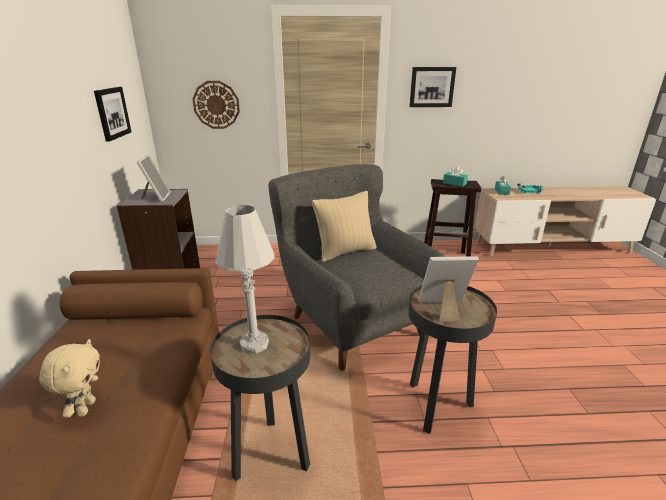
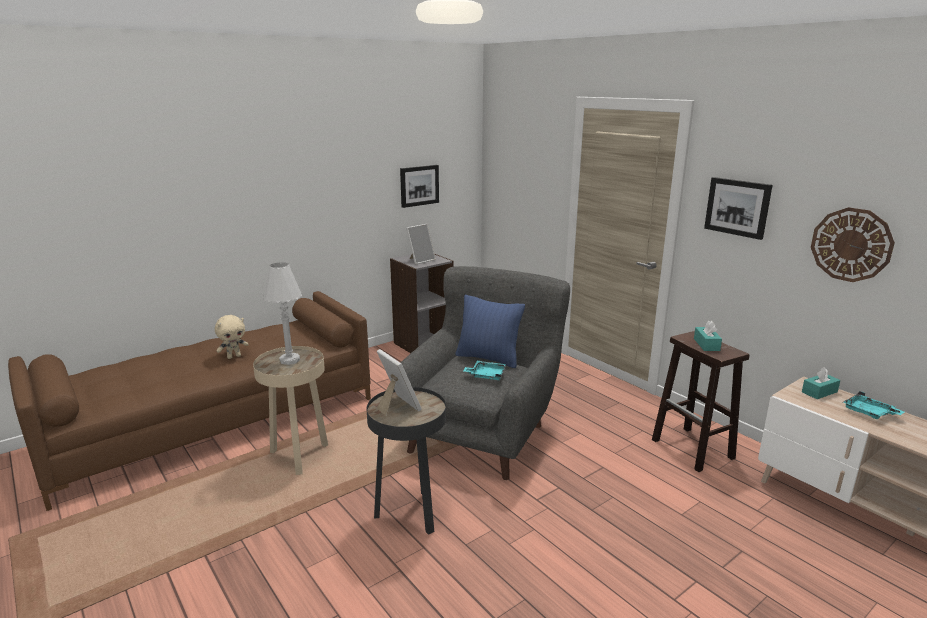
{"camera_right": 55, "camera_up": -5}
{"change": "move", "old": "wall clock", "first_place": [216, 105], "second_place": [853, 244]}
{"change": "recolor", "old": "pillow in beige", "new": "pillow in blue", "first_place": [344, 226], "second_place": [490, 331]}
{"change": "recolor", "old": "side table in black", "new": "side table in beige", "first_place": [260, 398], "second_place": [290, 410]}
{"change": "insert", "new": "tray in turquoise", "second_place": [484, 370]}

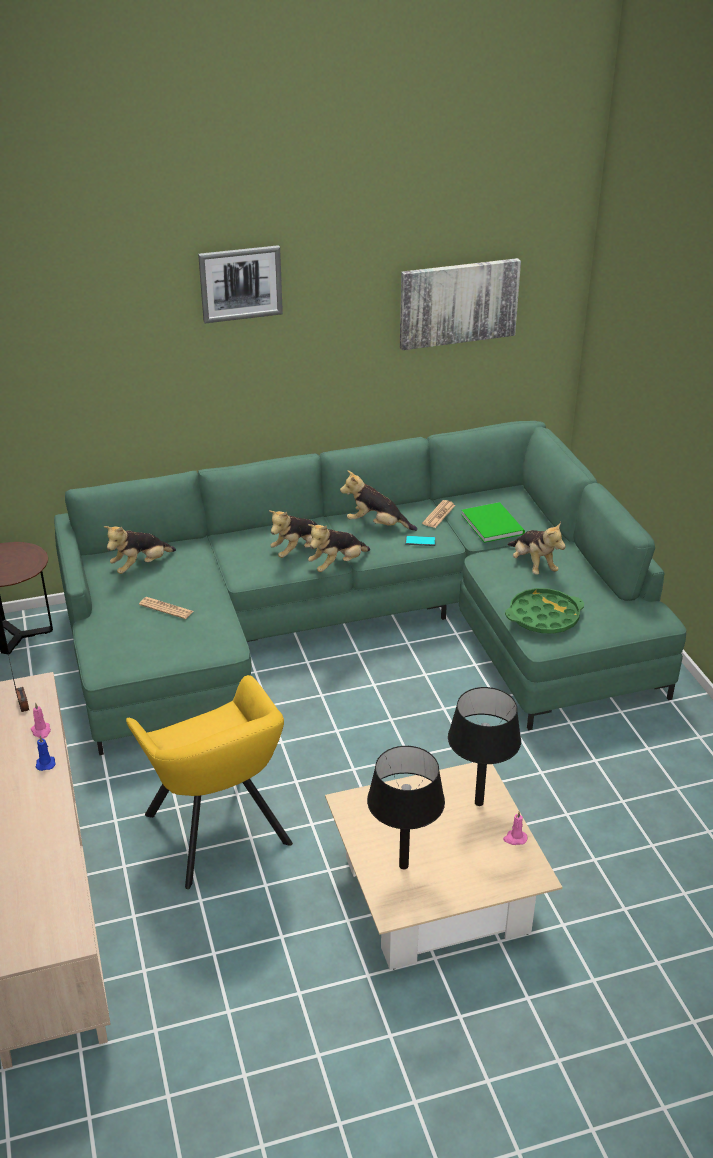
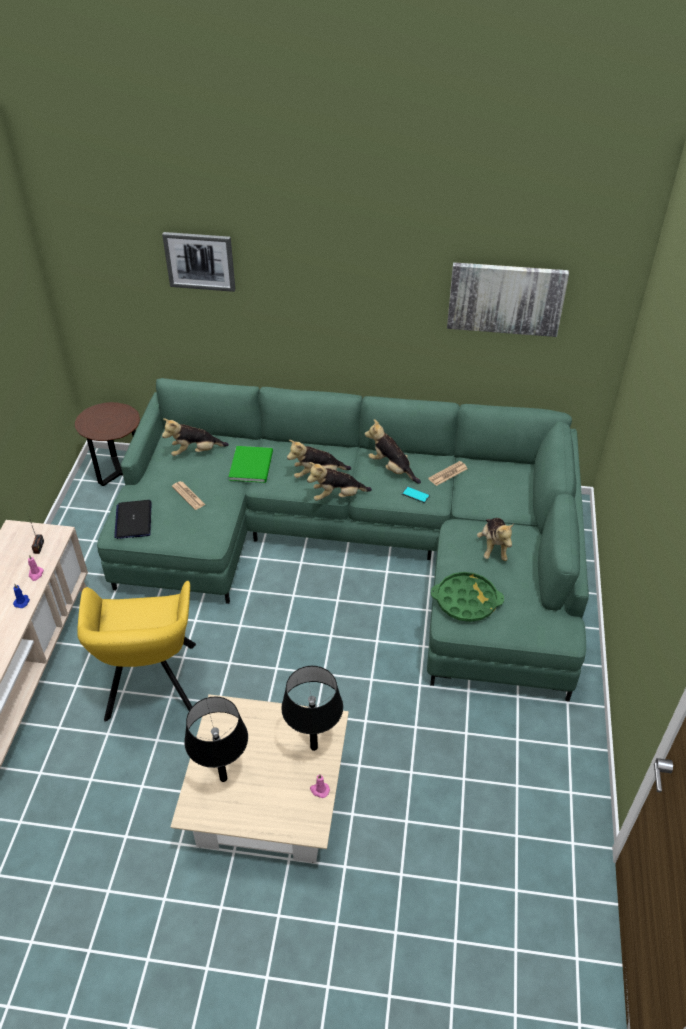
{"camera_right": 25, "camera_up": 10}
{"change": "move", "old": "picture", "first_place": [240, 284], "second_place": [198, 262]}
{"change": "move", "old": "book in green", "first_place": [493, 522], "second_place": [251, 464]}
{"change": "insert", "new": "laptop", "second_place": [133, 519]}

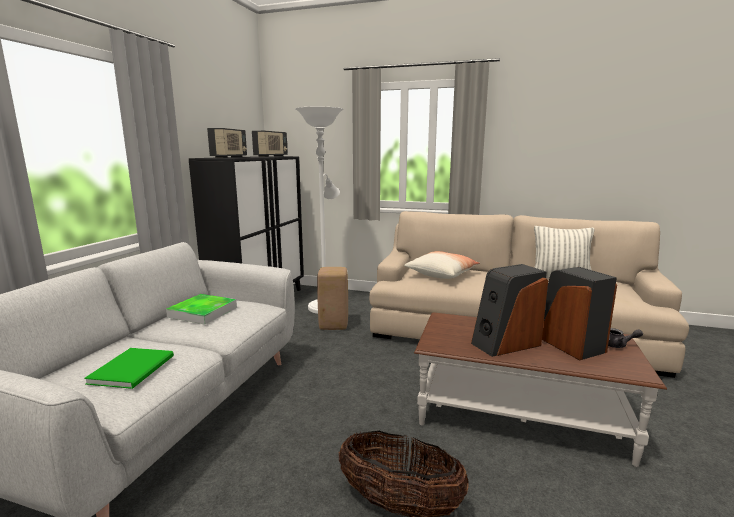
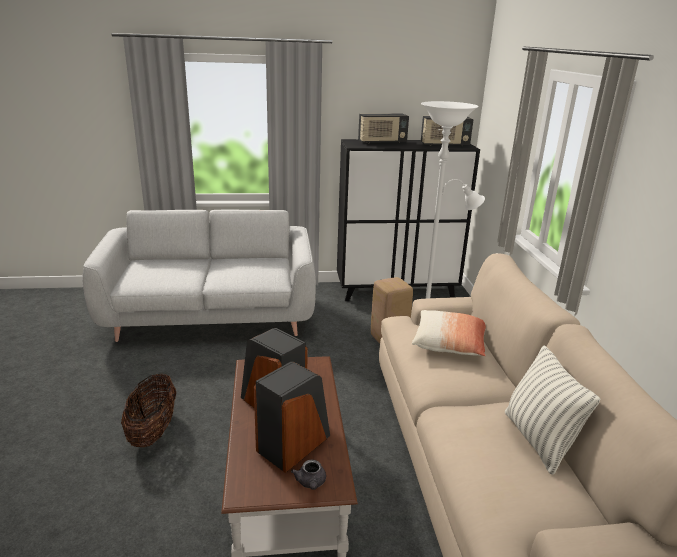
{"camera_right": 65, "camera_up": 10}
{"change": "delete", "old": "tray", "first_place": [201, 309]}
{"change": "delete", "old": "book in green", "first_place": [129, 368]}

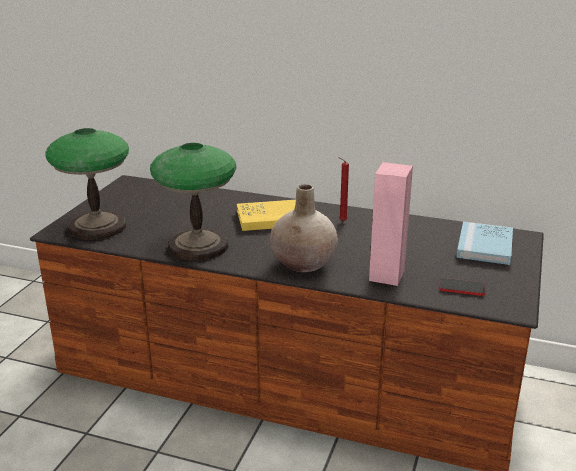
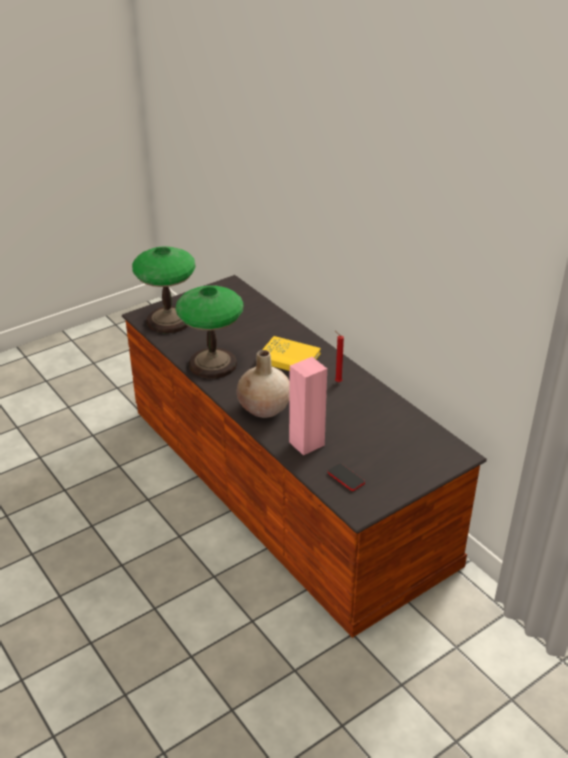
{"camera_right": 35, "camera_up": 10}
{"change": "delete", "old": "book in blue", "first_place": [484, 243]}

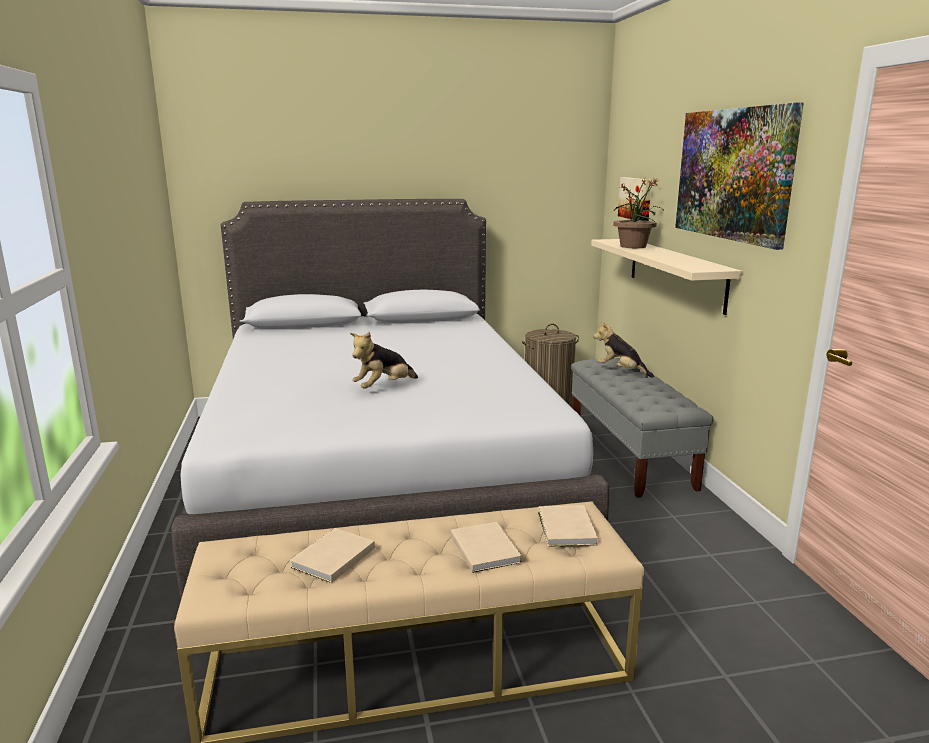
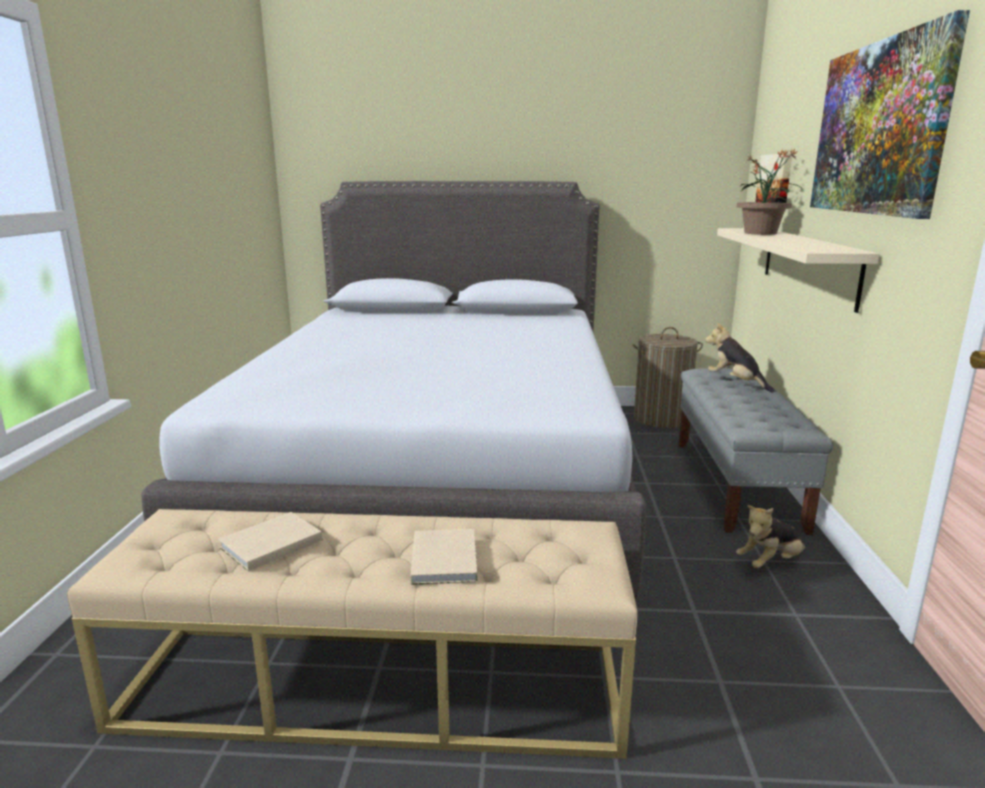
{"camera_right": 15, "camera_up": 0}
{"change": "move", "old": "plush toy", "first_place": [384, 360], "second_place": [770, 536]}
{"change": "delete", "old": "book in beige", "first_place": [568, 526]}

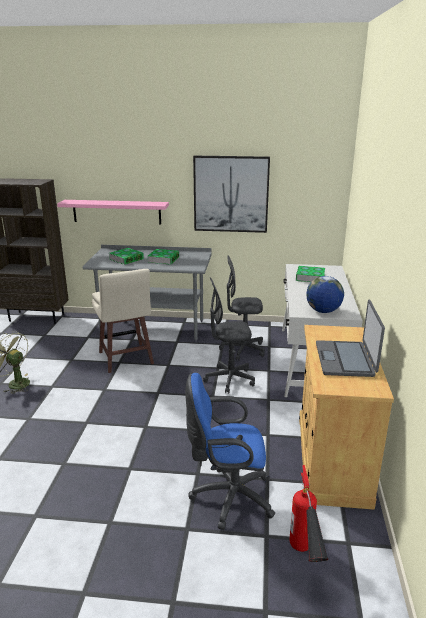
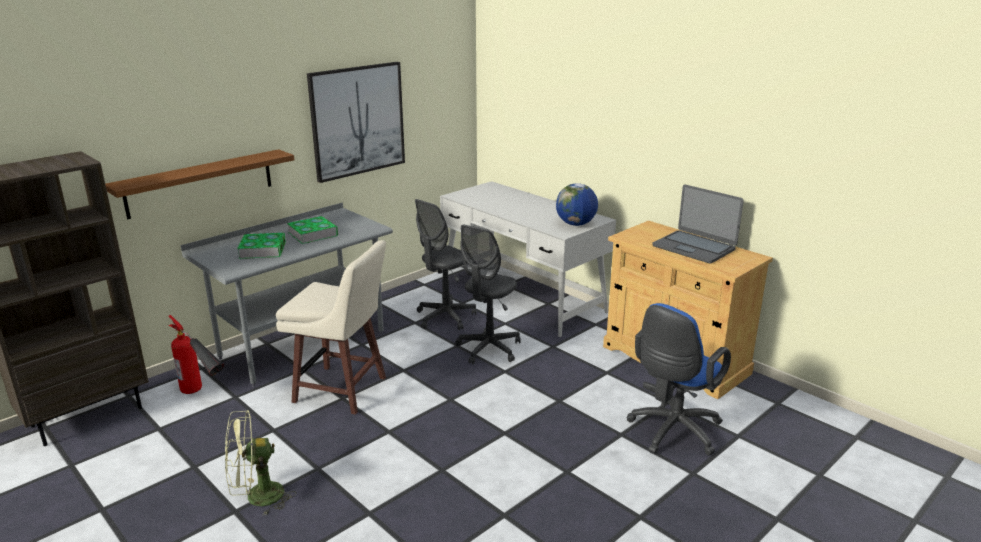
{"camera_right": -50, "camera_up": 0}
{"change": "recolor", "old": "shelf in pink", "new": "shelf in brown", "first_place": [113, 212], "second_place": [199, 184]}
{"change": "delete", "old": "book", "first_place": [310, 274]}
{"change": "move", "old": "fire extinguisher", "first_place": [309, 513], "second_place": [196, 354]}

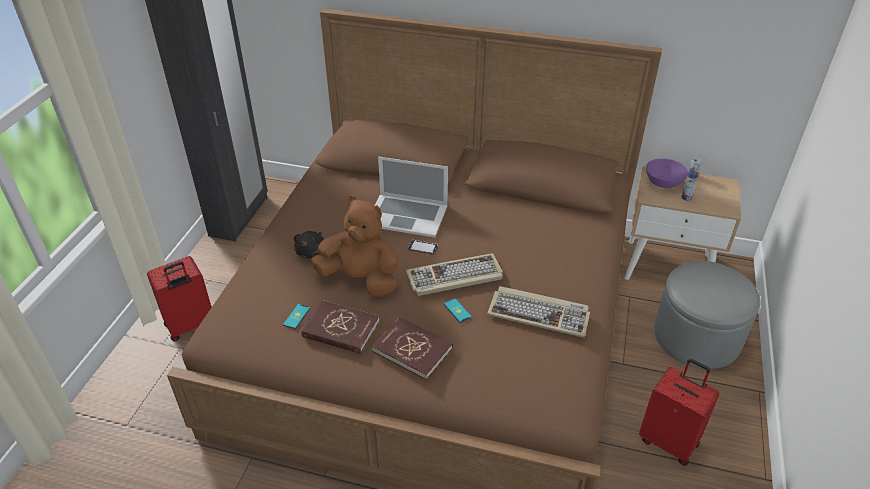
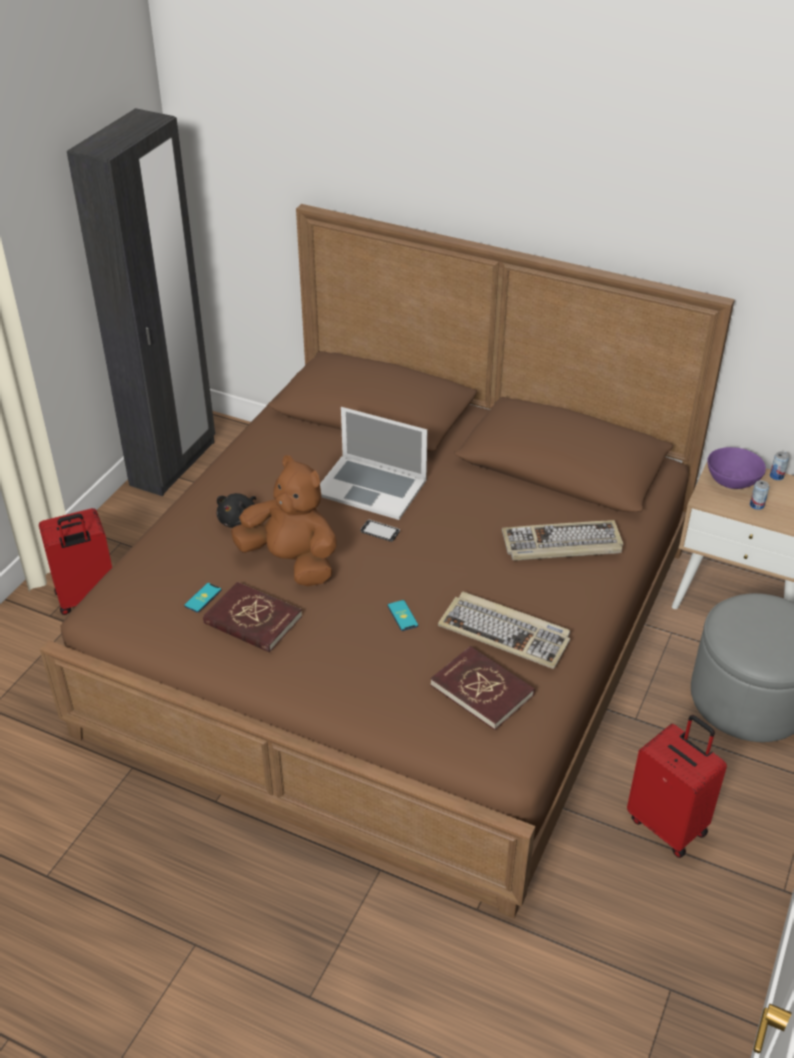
{"camera_right": 10, "camera_up": 0}
{"change": "move", "old": "keyboard", "first_place": [454, 274], "second_place": [562, 540]}
{"change": "move", "old": "book in red", "first_place": [412, 348], "second_place": [482, 688]}

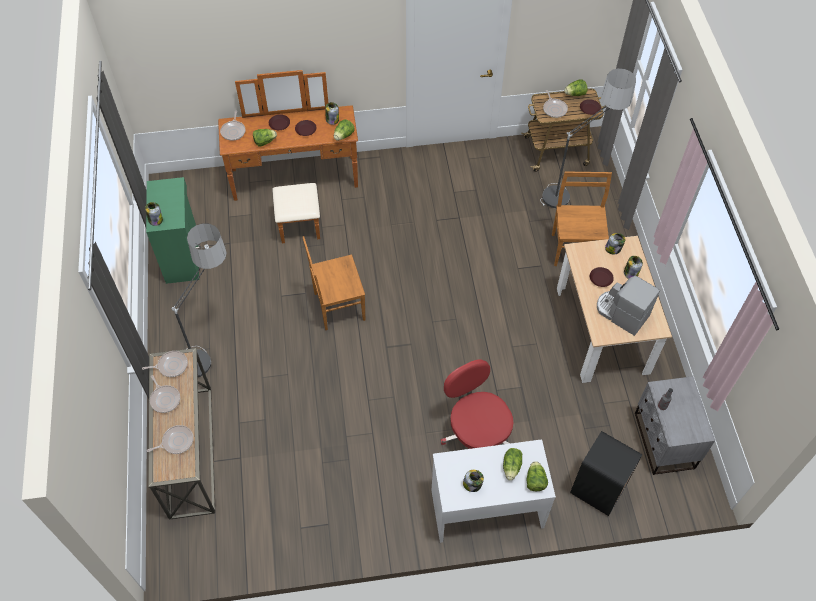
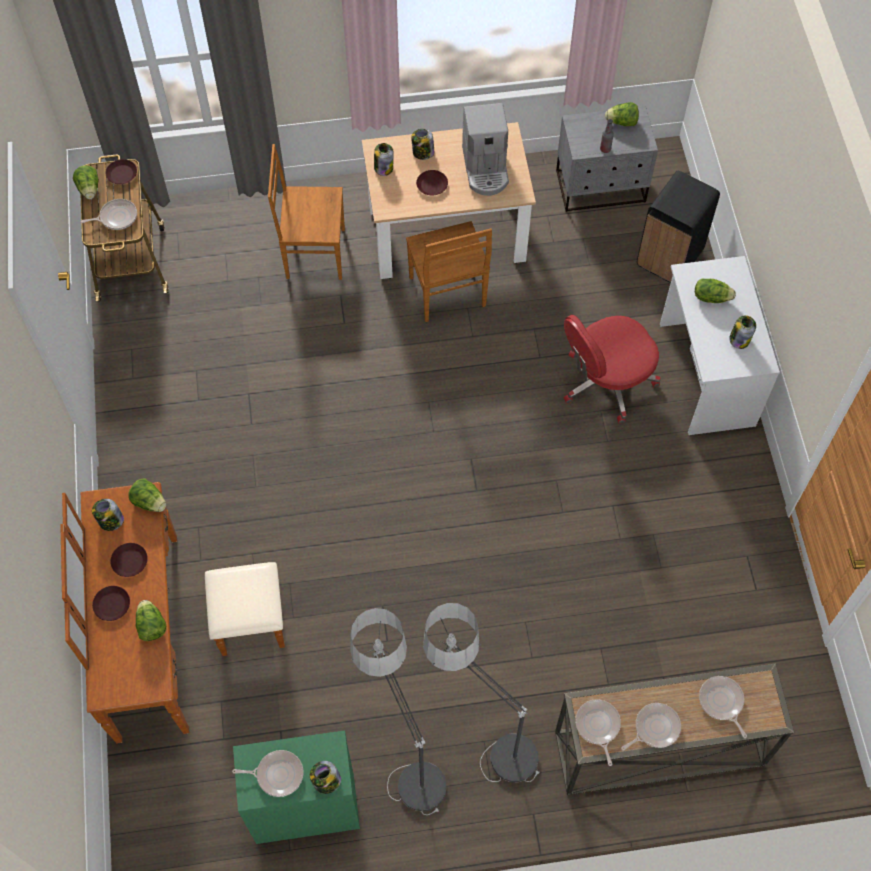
{"camera_right": -90, "camera_up": 5}
{"change": "move", "old": "floor lamp", "first_place": [588, 138], "second_place": [398, 711]}
{"change": "move", "old": "frying pan", "first_place": [233, 126], "second_place": [267, 773]}
{"change": "move", "old": "chair in brown", "first_place": [334, 283], "second_place": [449, 271]}
{"change": "rotate", "old": "coffee machine", "first_place": [628, 306], "second_place": [485, 149], "degrees": -45}
{"change": "move", "old": "lettuce", "first_place": [537, 476], "second_place": [622, 114]}

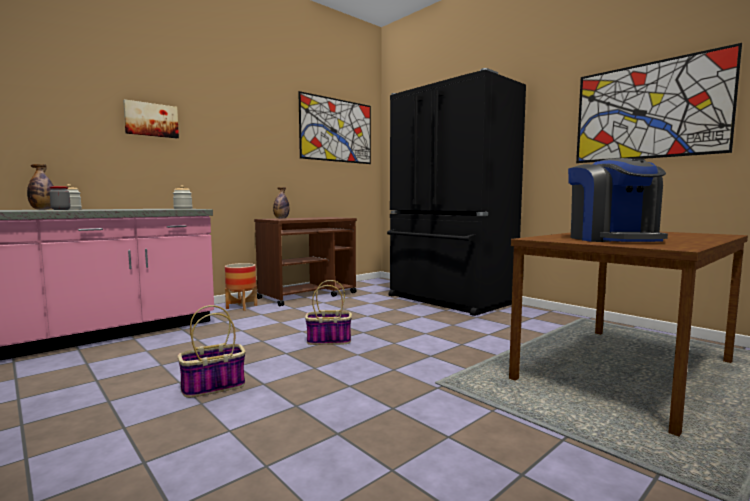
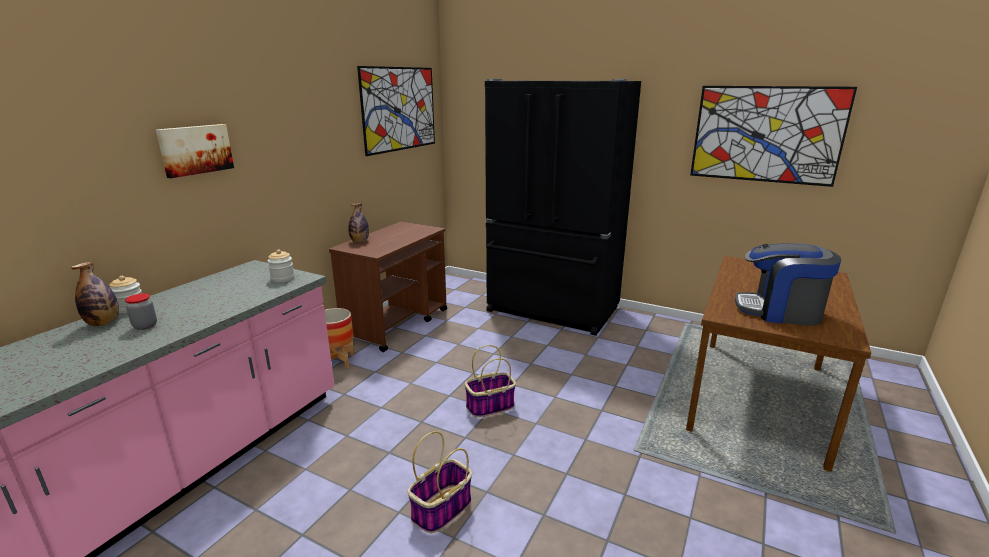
{"camera_right": -20, "camera_up": 15}
{"change": "rotate", "old": "coffee machine", "first_place": [618, 200], "second_place": [788, 284], "degrees": 135}

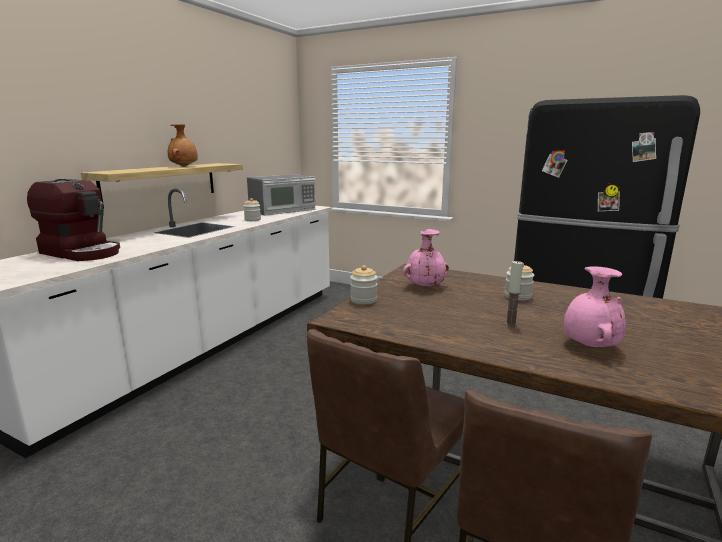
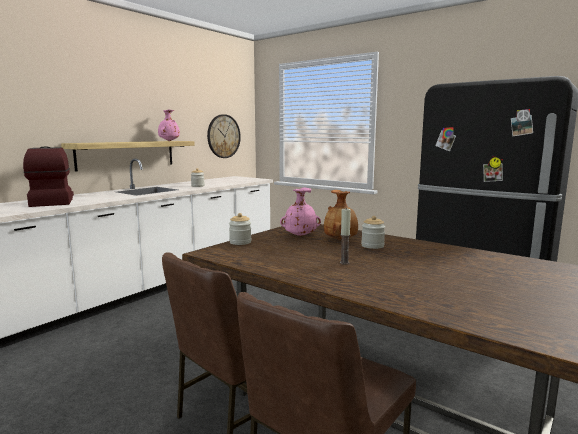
{"camera_right": 10, "camera_up": -5}
{"change": "move", "old": "vase in brown", "first_place": [183, 145], "second_place": [341, 215]}
{"change": "delete", "old": "microwave", "first_place": [281, 195]}
{"change": "rotate", "old": "coffee machine", "first_place": [73, 220], "second_place": [48, 176], "degrees": -150}
{"change": "move", "old": "vase in pink", "first_place": [595, 306], "second_place": [169, 125]}
{"change": "insert", "new": "wall clock", "second_place": [224, 136]}

